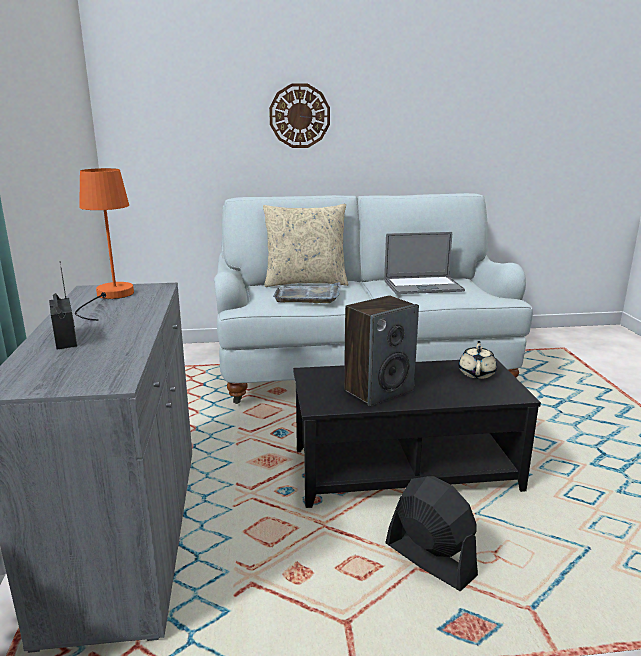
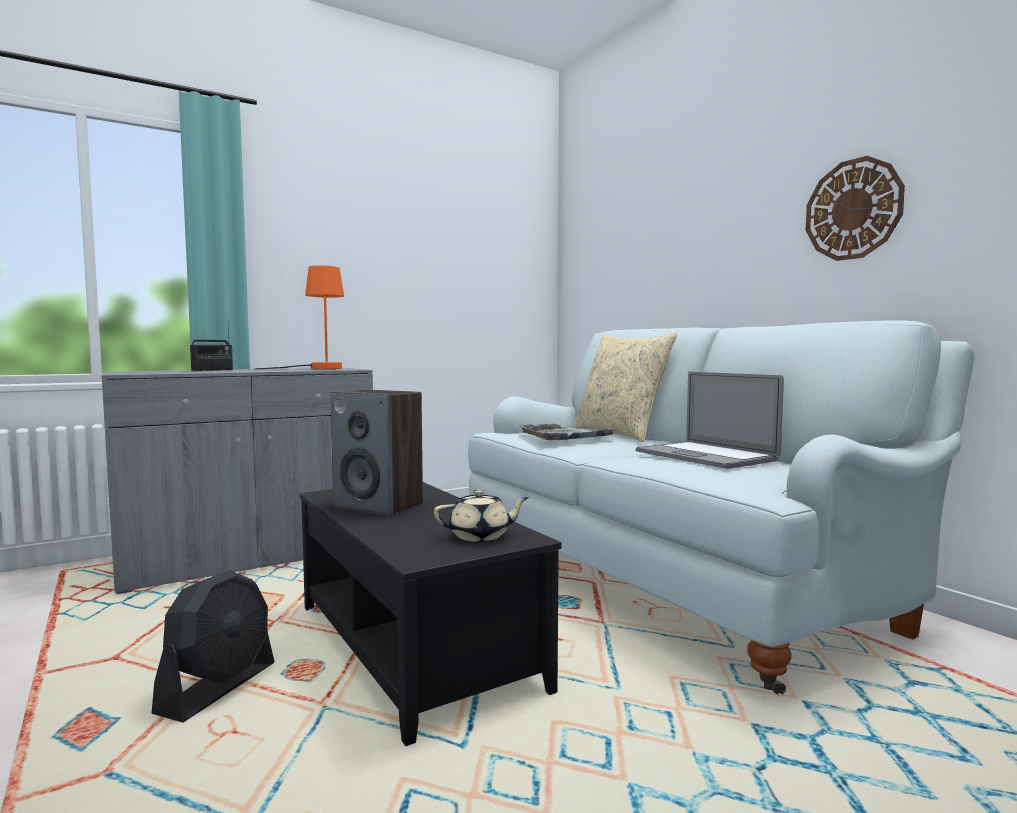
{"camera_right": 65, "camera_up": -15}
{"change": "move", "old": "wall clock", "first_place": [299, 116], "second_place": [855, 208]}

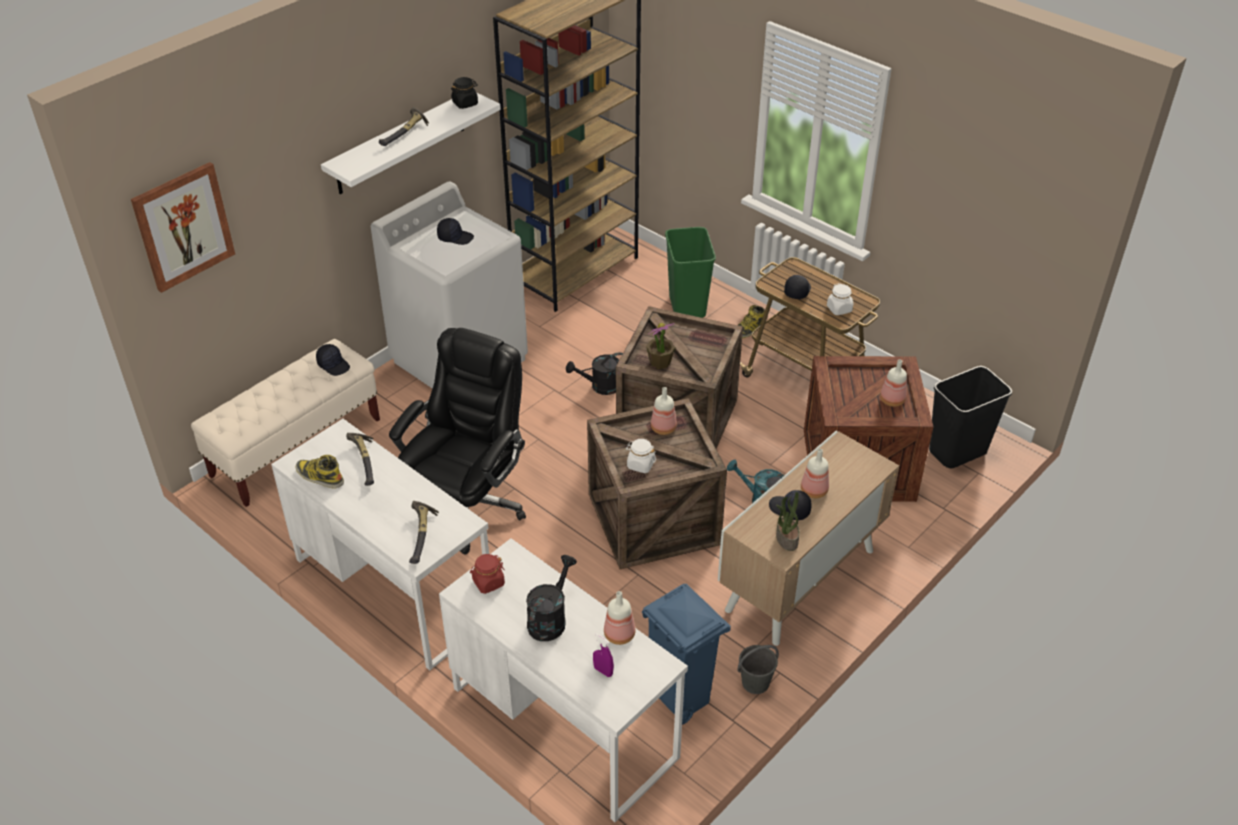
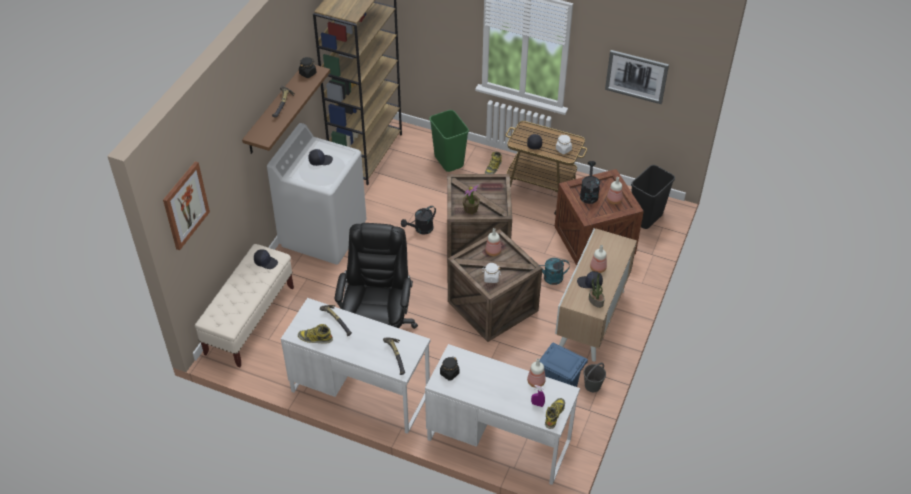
{"camera_right": -20, "camera_up": 5}
{"change": "recolor", "old": "shelf in white", "new": "shelf in brown", "first_place": [411, 143], "second_place": [286, 109]}
{"change": "recolor", "old": "jar in red", "new": "jar in black", "first_place": [487, 574], "second_place": [449, 369]}
{"change": "move", "old": "watering can in black", "first_place": [551, 598], "second_place": [590, 182]}
{"change": "insert", "new": "picture", "second_place": [637, 77]}
{"change": "insert", "new": "boot", "second_place": [555, 413]}

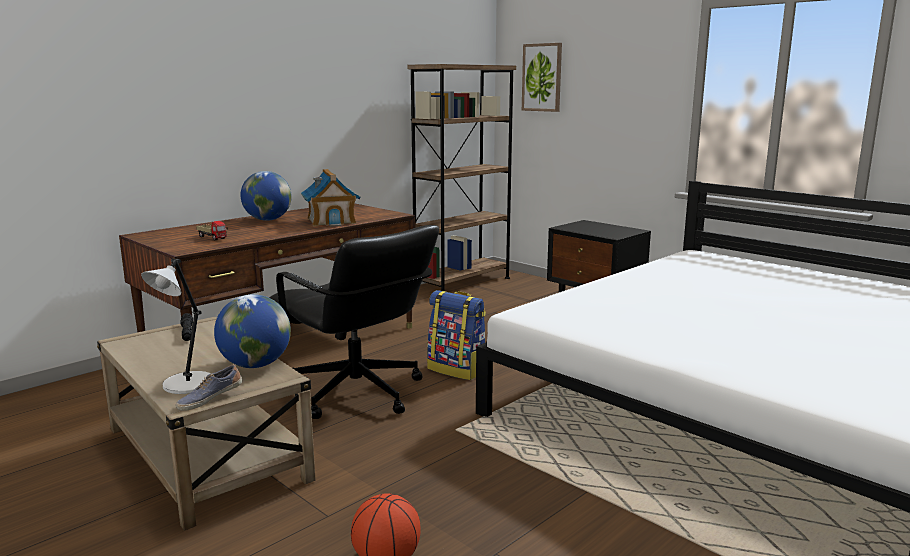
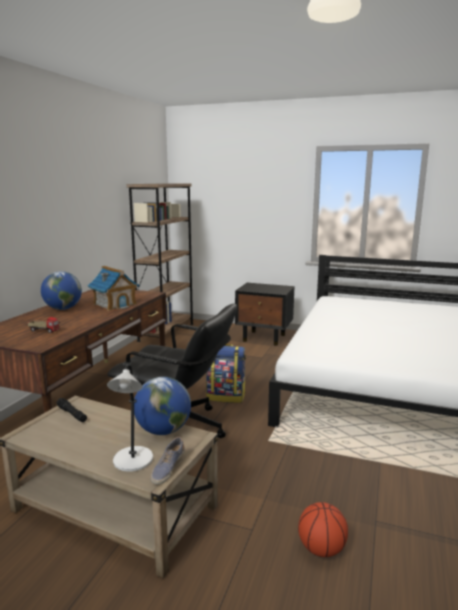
{"camera_right": -25, "camera_up": 0}
{"change": "delete", "old": "picture", "first_place": [542, 77]}

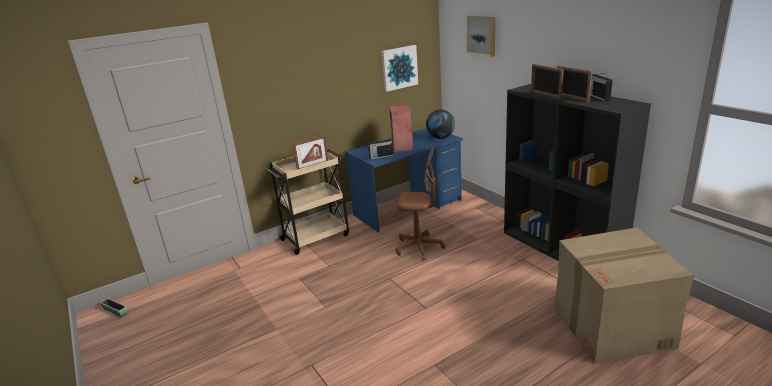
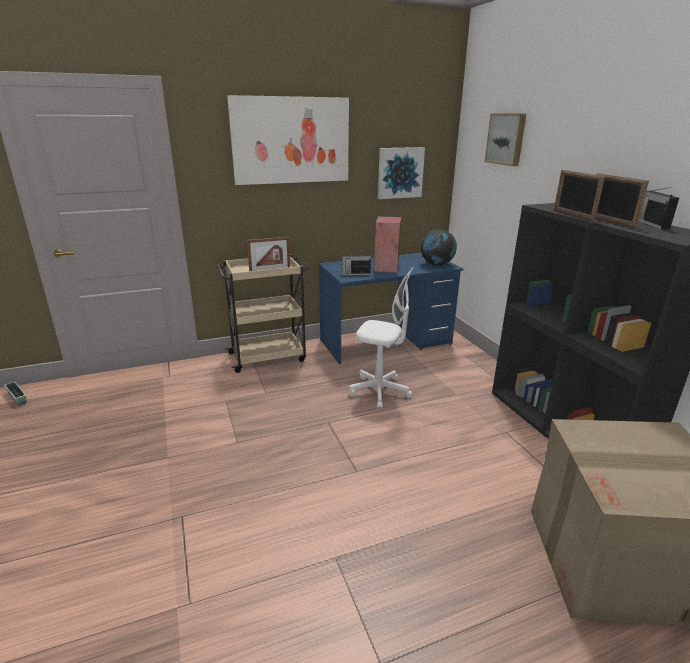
{"camera_right": 10, "camera_up": 0}
{"change": "recolor", "old": "office chair in brown", "new": "office chair in white", "first_place": [420, 204], "second_place": [381, 338]}
{"change": "insert", "new": "picture", "second_place": [288, 140]}

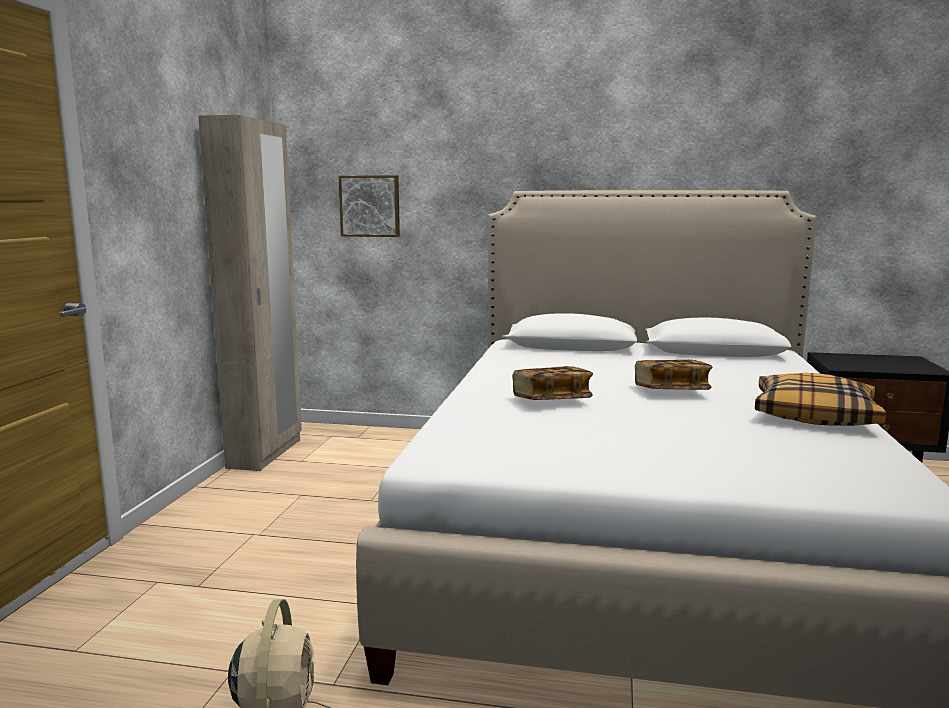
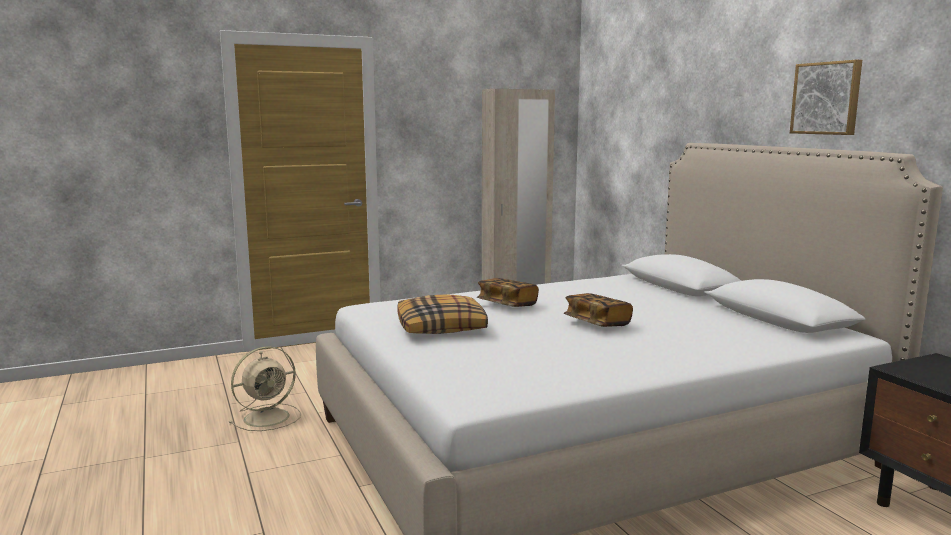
{"camera_right": 55, "camera_up": 0}
{"change": "move", "old": "picture", "first_place": [369, 206], "second_place": [826, 97]}
{"change": "move", "old": "pillow", "first_place": [820, 399], "second_place": [442, 314]}

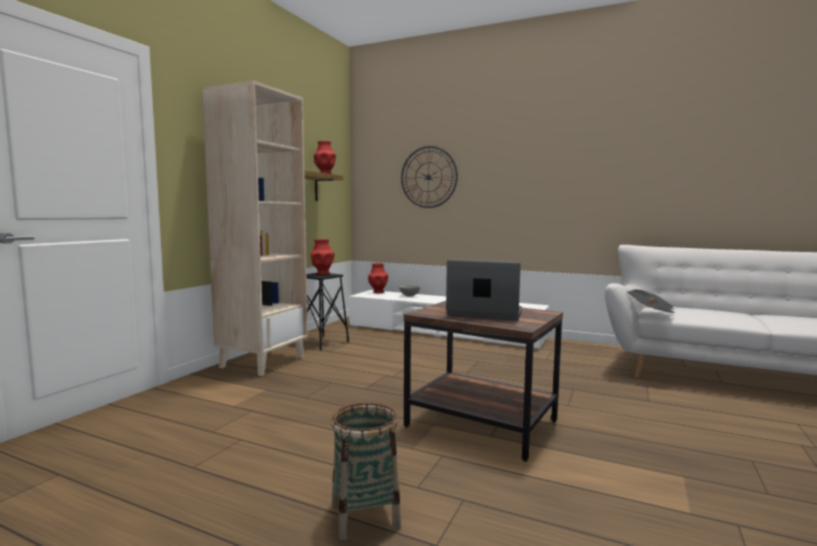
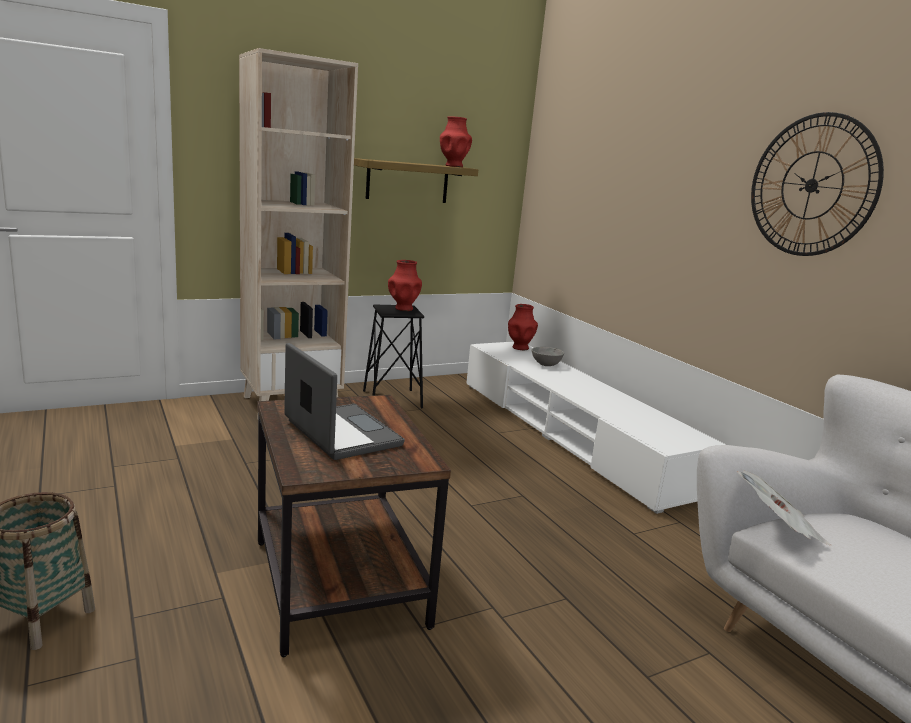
{"camera_right": 35, "camera_up": 10}
{"change": "move", "old": "wall clock", "first_place": [429, 177], "second_place": [817, 184]}

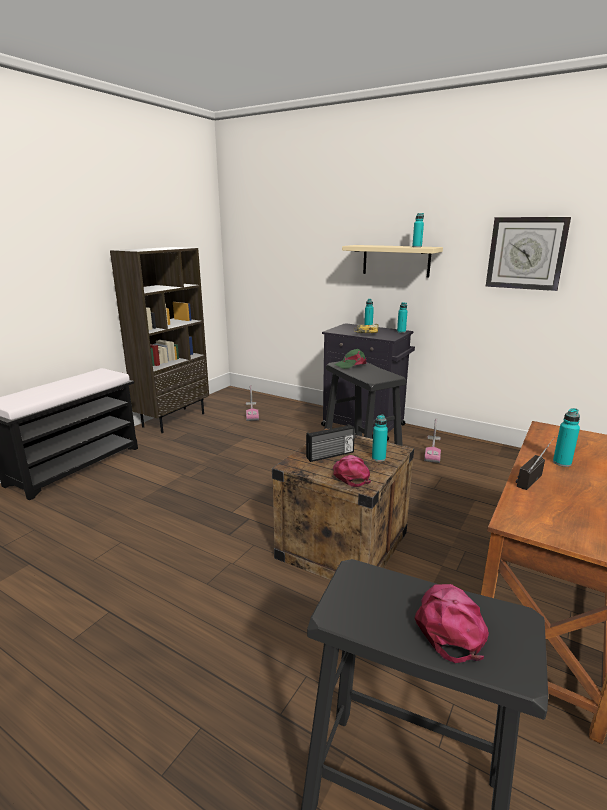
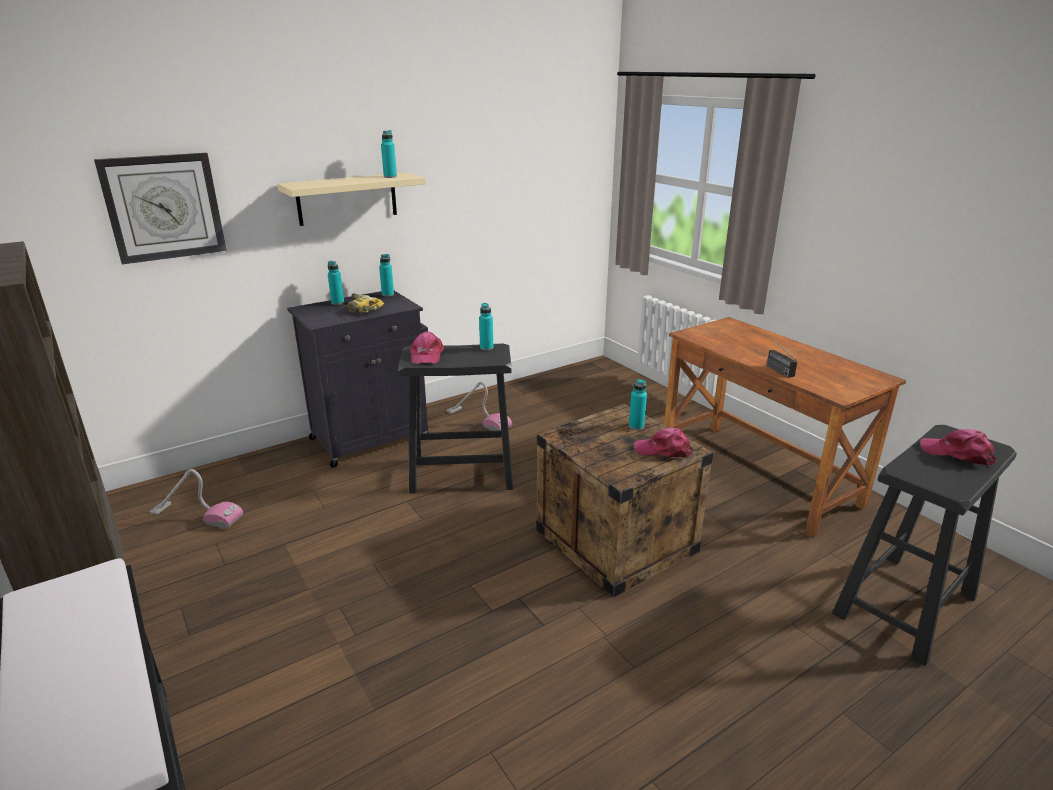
{"camera_right": -65, "camera_up": 5}
{"change": "move", "old": "wall clock", "first_place": [528, 254], "second_place": [160, 208]}
{"change": "recolor", "old": "cap in green", "new": "cap in pink", "first_place": [350, 359], "second_place": [427, 347]}
{"change": "move", "old": "bottle in turquoise", "first_place": [566, 437], "second_place": [486, 326]}
{"change": "delete", "old": "radio", "first_place": [330, 443]}

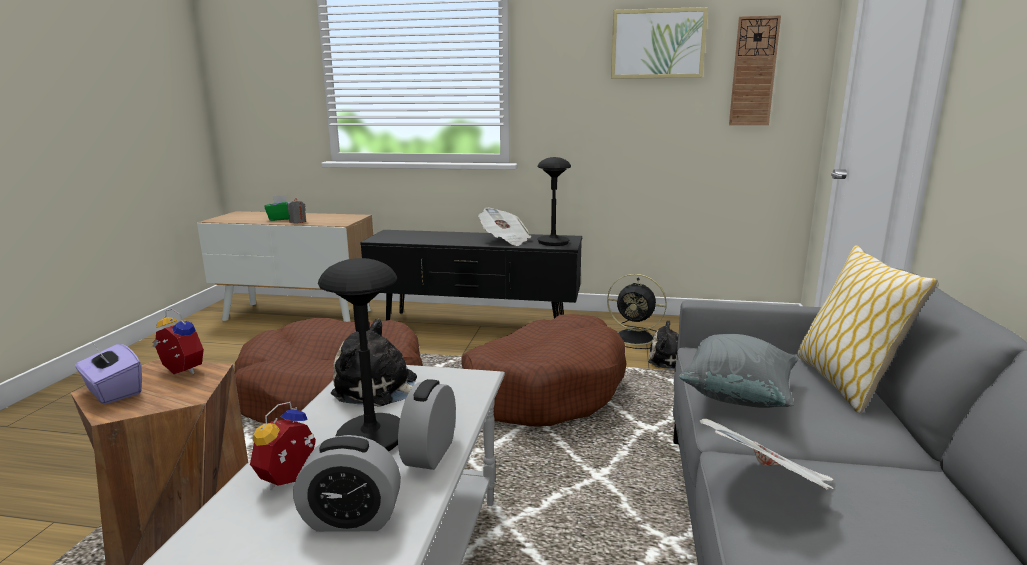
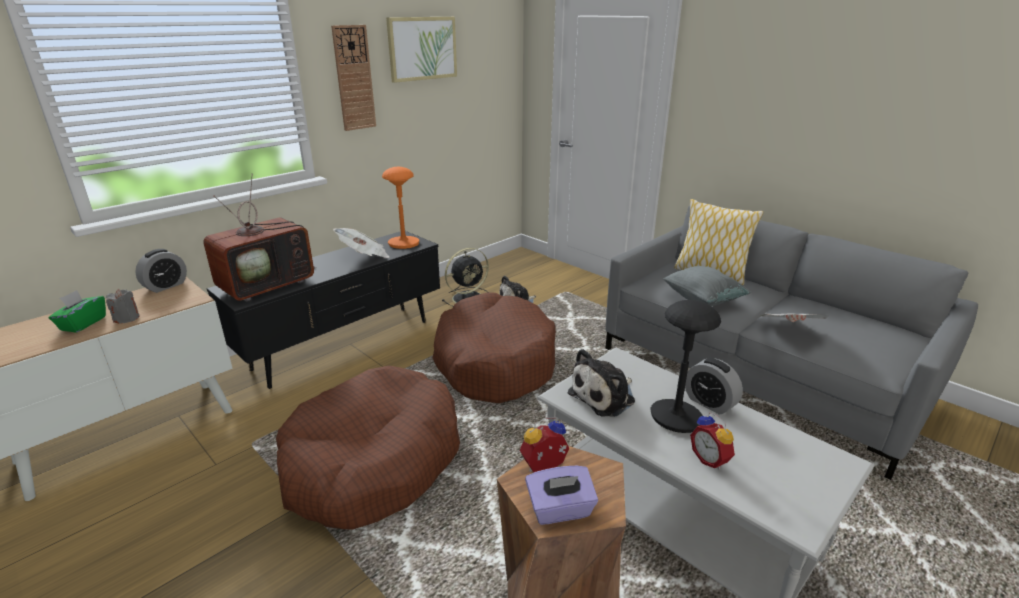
{"camera_right": -55, "camera_up": 10}
{"change": "move", "old": "wall clock", "first_place": [755, 70], "second_place": [353, 78]}
{"change": "recolor", "old": "table lamp in black", "new": "table lamp in orange", "first_place": [554, 201], "second_place": [400, 208]}
{"change": "move", "old": "alarm clock", "first_place": [347, 483], "second_place": [161, 271]}
{"change": "insert", "new": "television", "second_place": [259, 238]}

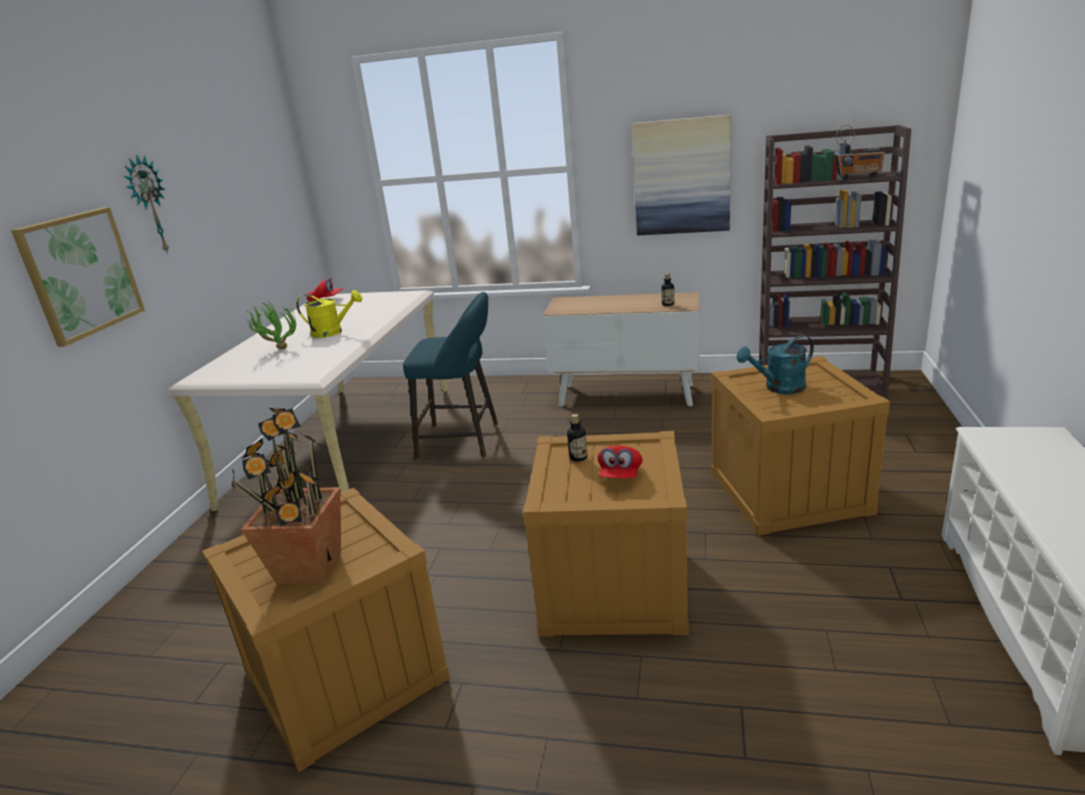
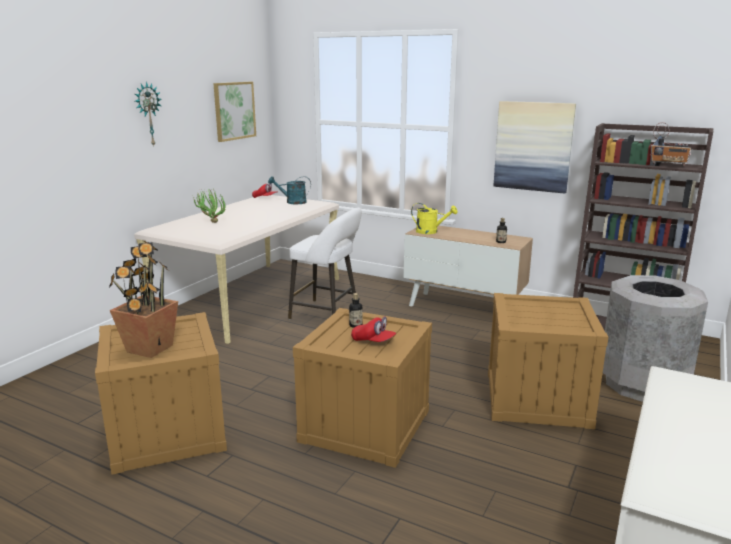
{"camera_right": 15, "camera_up": -5}
{"change": "move", "old": "picture", "first_place": [78, 277], "second_place": [234, 112]}
{"change": "move", "old": "watering can in yellow", "first_place": [329, 314], "second_place": [434, 218]}
{"change": "recolor", "old": "stool in turquoise", "new": "stool in white", "first_place": [450, 376], "second_place": [325, 264]}
{"change": "move", "old": "watering can in turquoise", "first_place": [775, 364], "second_place": [289, 190]}
{"change": "rotate", "old": "cap in red", "first_place": [620, 462], "second_place": [373, 329], "degrees": -90}
{"change": "insert", "new": "trash can in grey", "second_place": [655, 338]}

